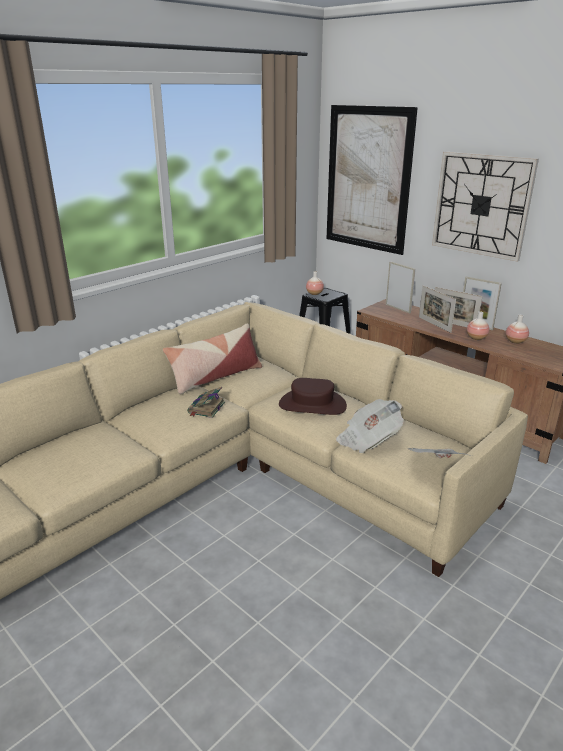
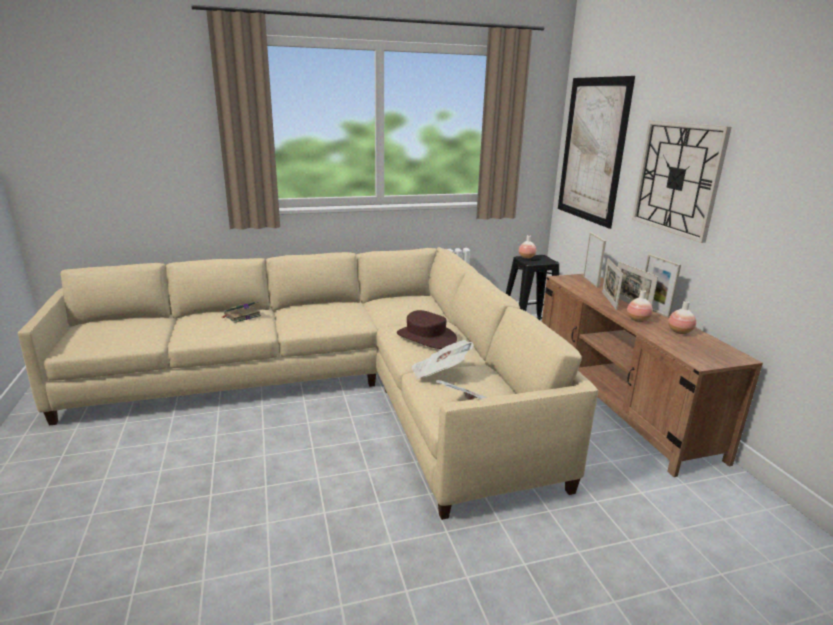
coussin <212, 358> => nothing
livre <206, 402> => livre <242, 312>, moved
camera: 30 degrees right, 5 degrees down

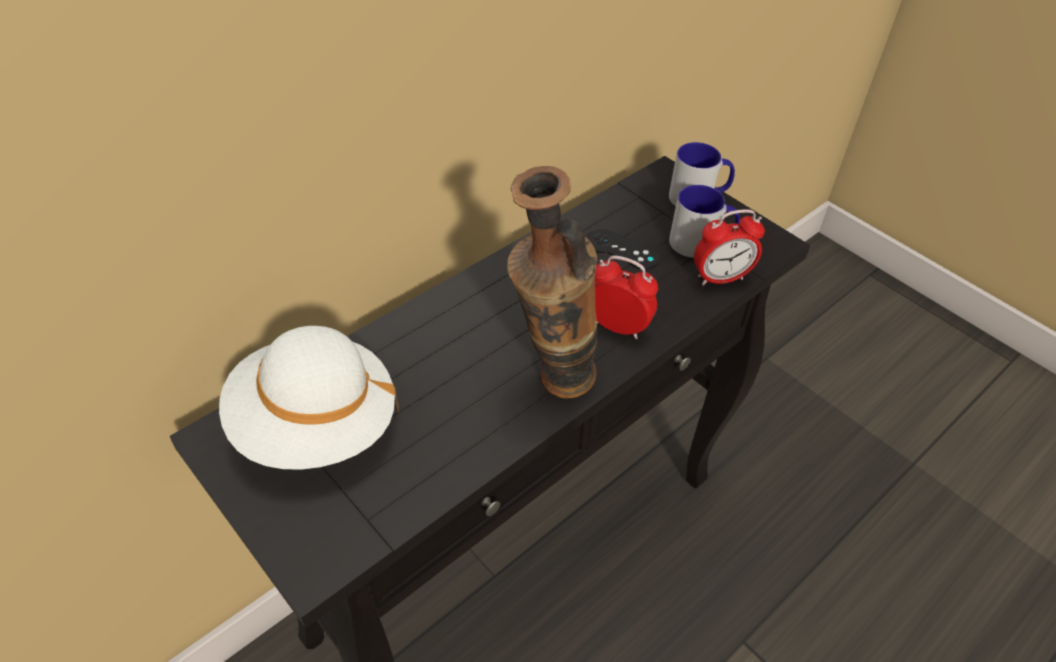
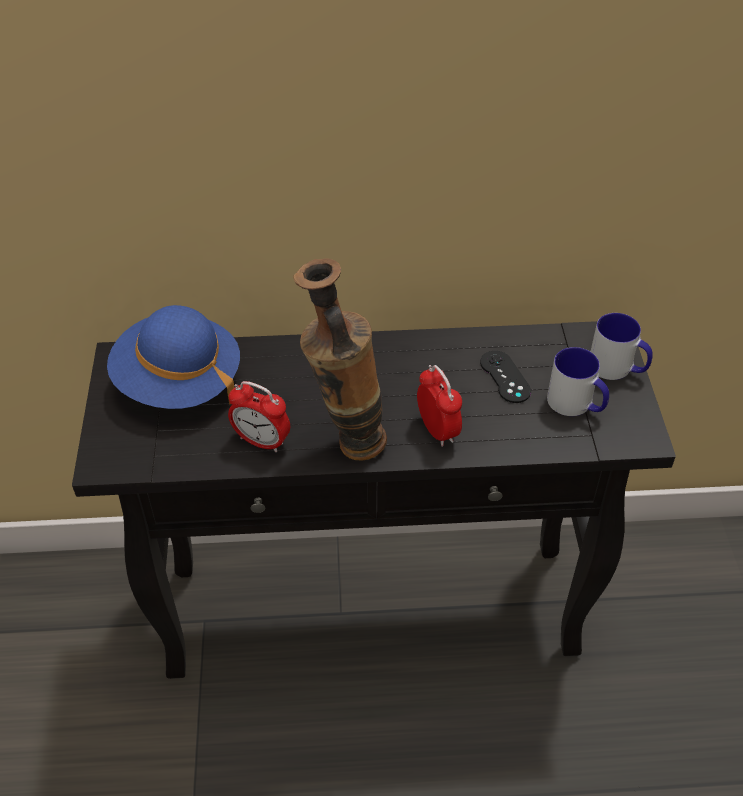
réveil <729, 247> => réveil <259, 416>, moved
chapeau [blanc] <309, 398> => chapeau [bleu] <173, 357>
camera: 40 degrees right, 0 degrees up

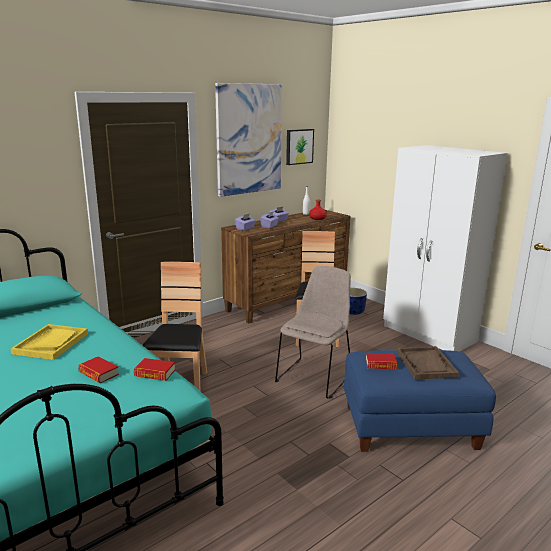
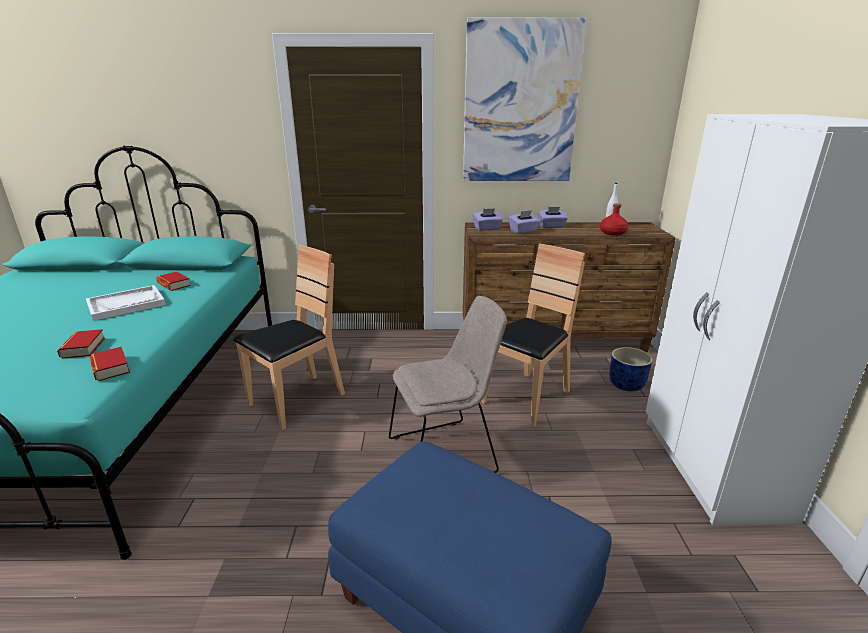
tableau <300, 147> => nothing
plateau [jaune] <49, 342> => plateau [blanc] <126, 303>
plateau [marron] <427, 363> => nothing
livre <381, 361> => livre <173, 281>, moved
camera: 40 degrees right, 5 degrees up

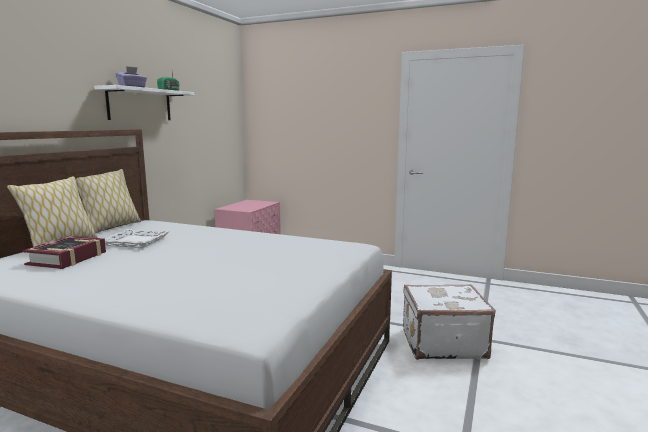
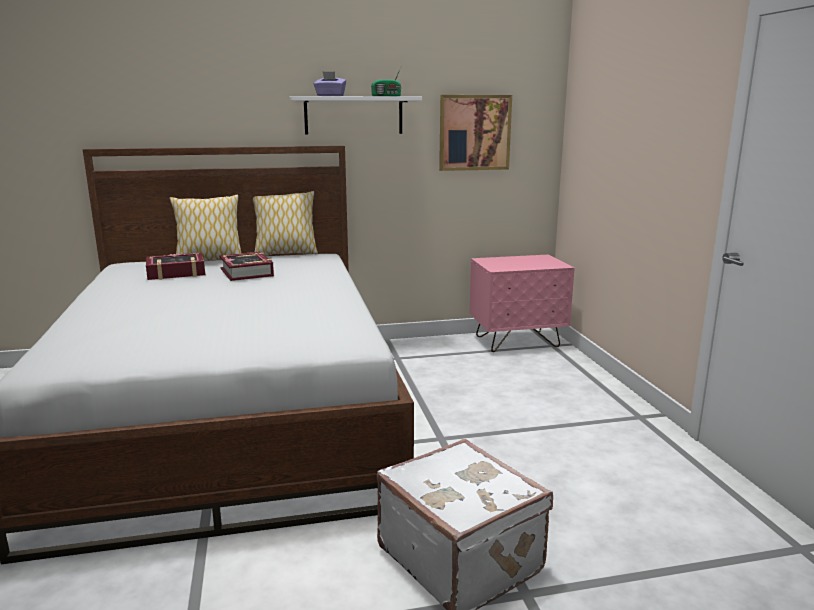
plateau [blanc] <137, 238> => livre <246, 266>
nothing => tableau <475, 133>
camera: 55 degrees right, 5 degrees up

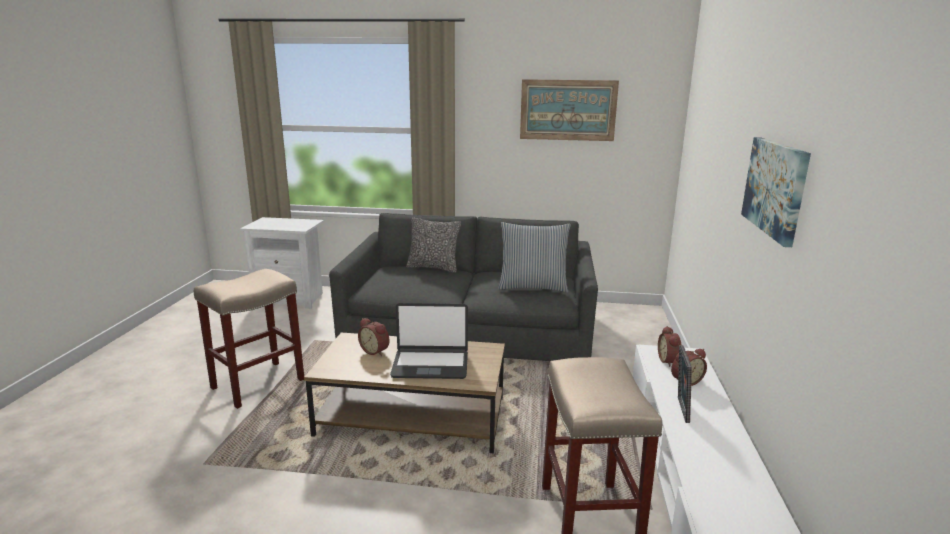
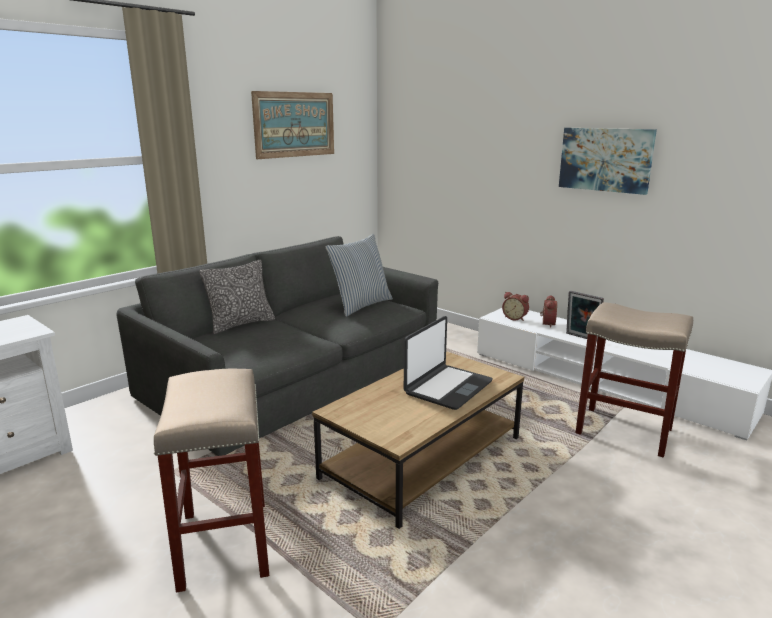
réveil <374, 337> => nothing
camera: 55 degrees left, 0 degrees up

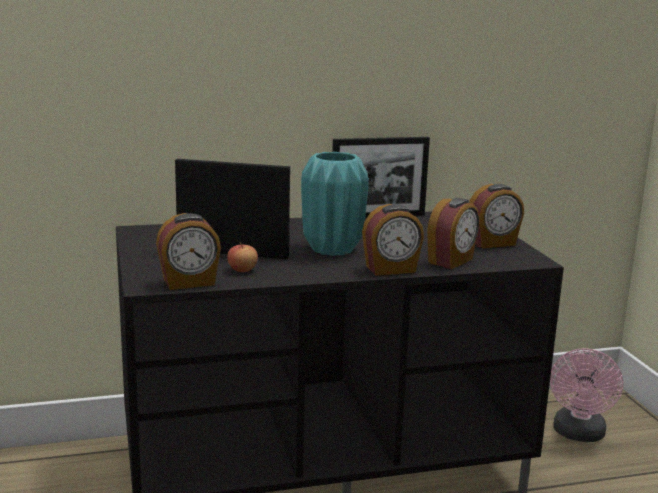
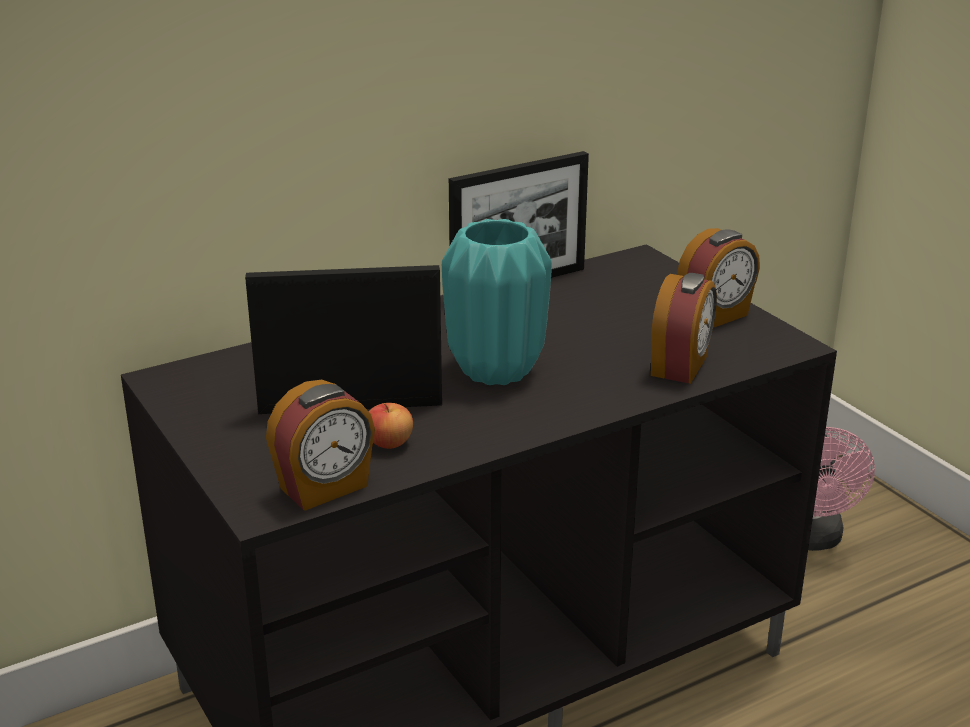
réveil <393, 240> => nothing
camera: 15 degrees left, 10 degrees up

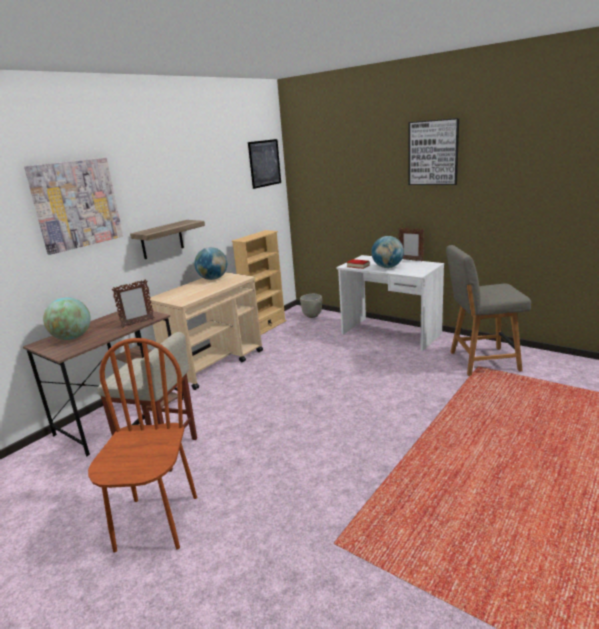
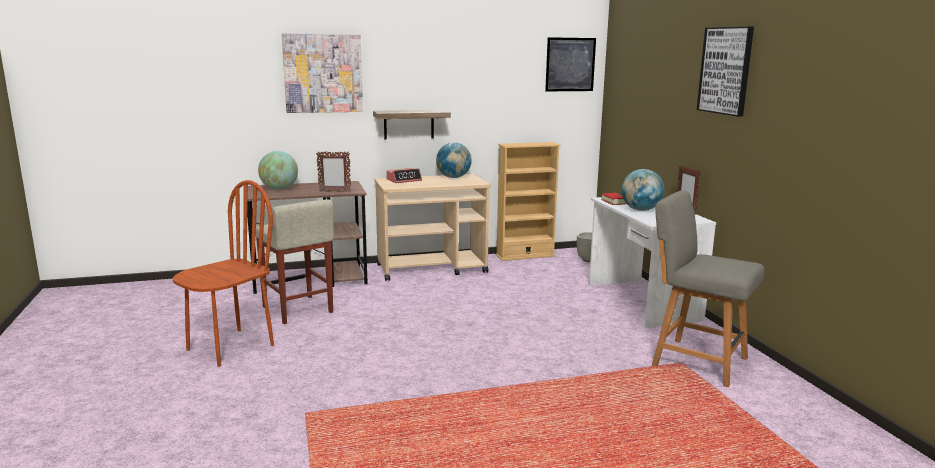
nothing => réveil <404, 175>
camera: 35 degrees right, 5 degrees down

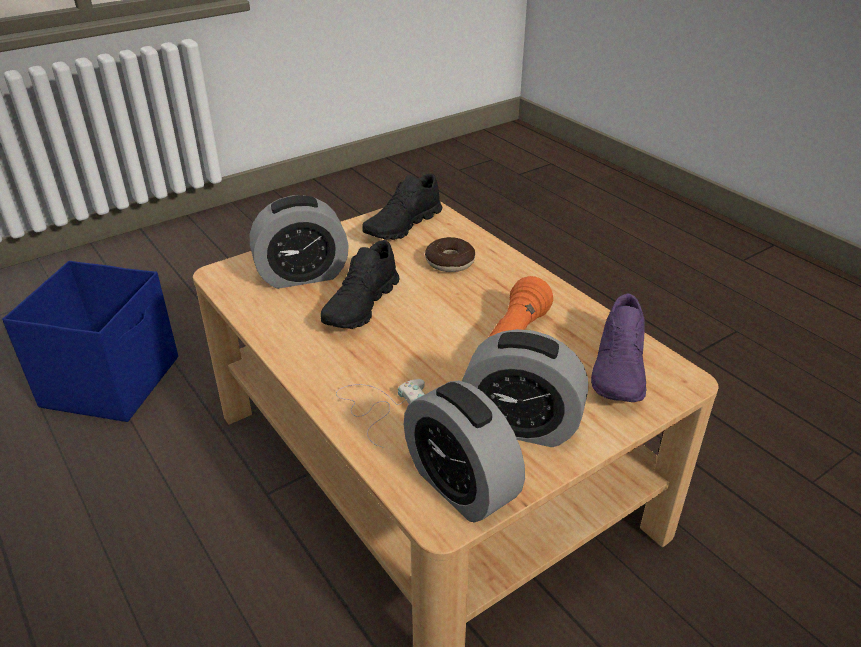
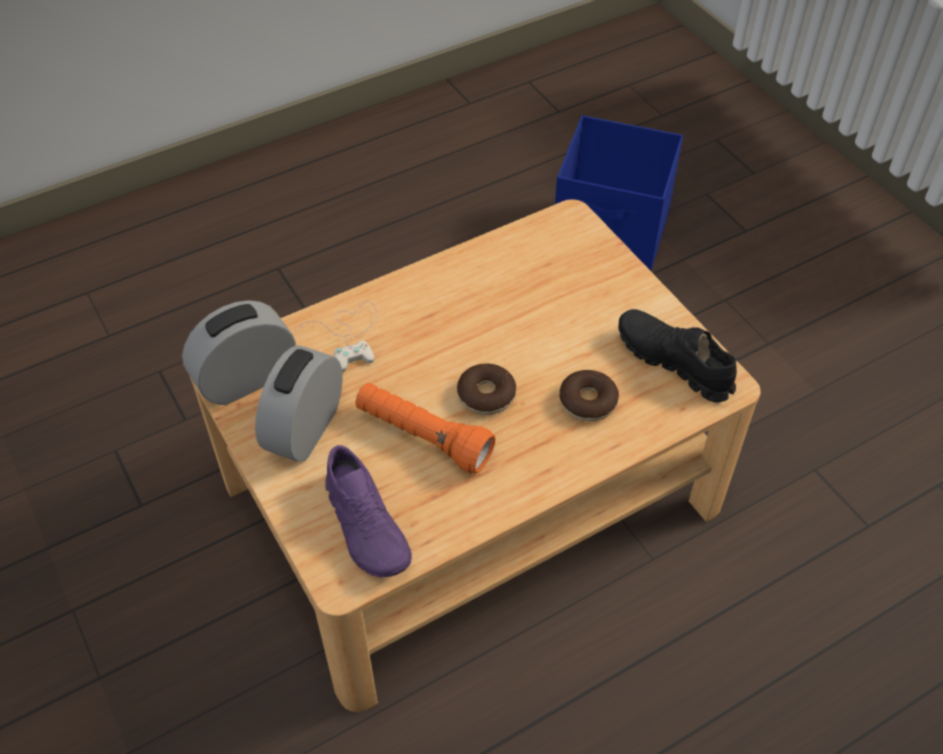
réveil <299, 242> => nothing
chaussure [noir] <360, 284> => nothing
chaussure [violet] <618, 347> => chaussure [violet] <368, 511>, 135 degrees counterclockwise
nothing => beignet <486, 389>
camera: 95 degrees right, 15 degrees up

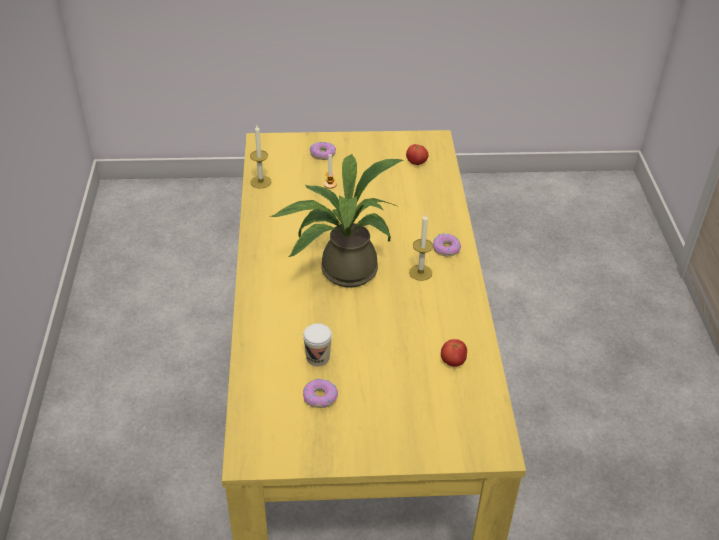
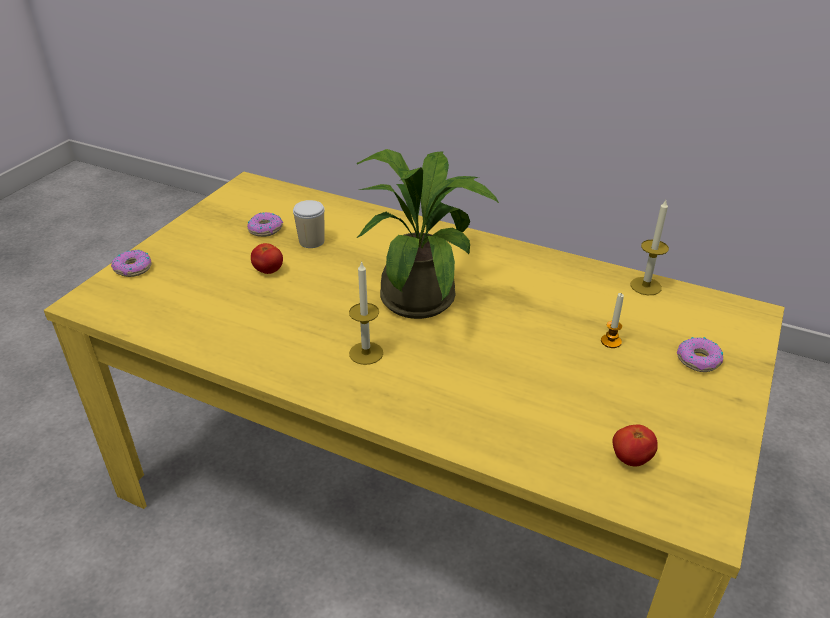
beignet <447, 244> => beignet <131, 263>, moved
tomate <454, 353> => tomate <267, 258>, moved
camera: 120 degrees right, 5 degrees down

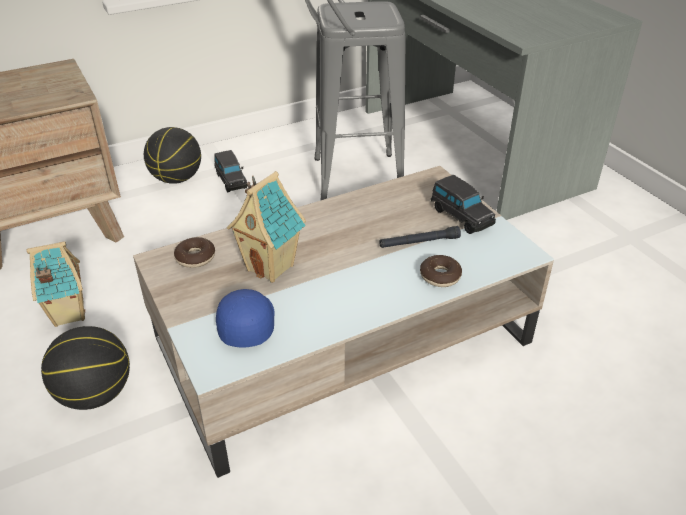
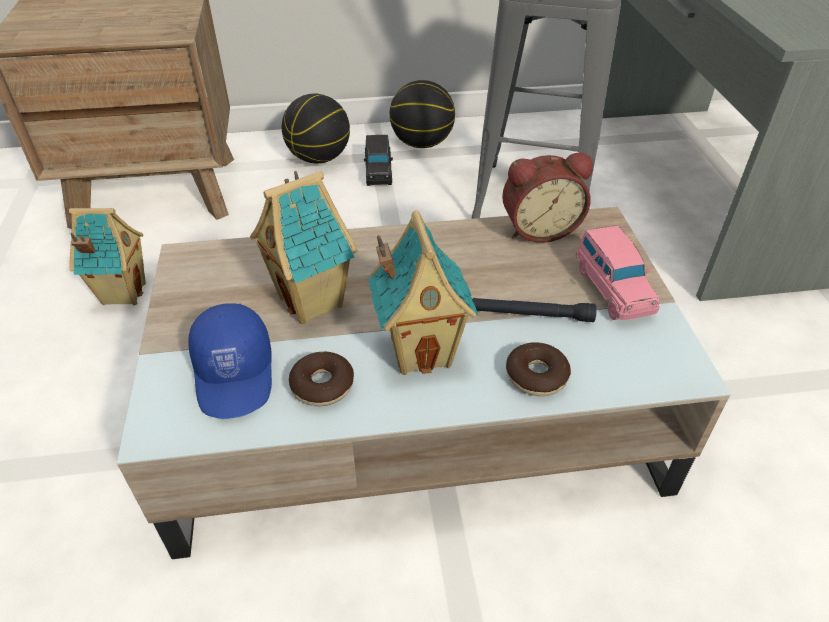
petite voiture [noir] <463, 204> => petite voiture [rose] <617, 272>
beignet <194, 252> => beignet <321, 379>, moved
casquette [bleu] <245, 318> => casquette [bleu] <230, 361>, 150 degrees clockwise
ballon de basket <85, 368> => ballon de basket <422, 114>, moved
nothing => réveil <547, 198>
nothing => maison miniature <423, 292>
camera: 20 degrees right, 5 degrees up

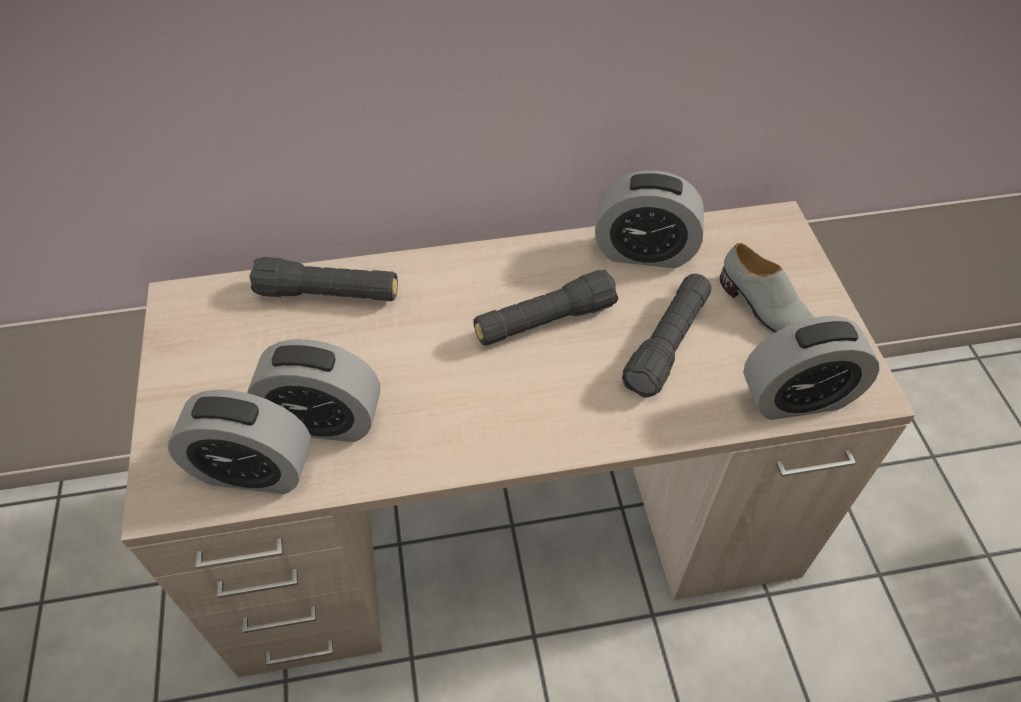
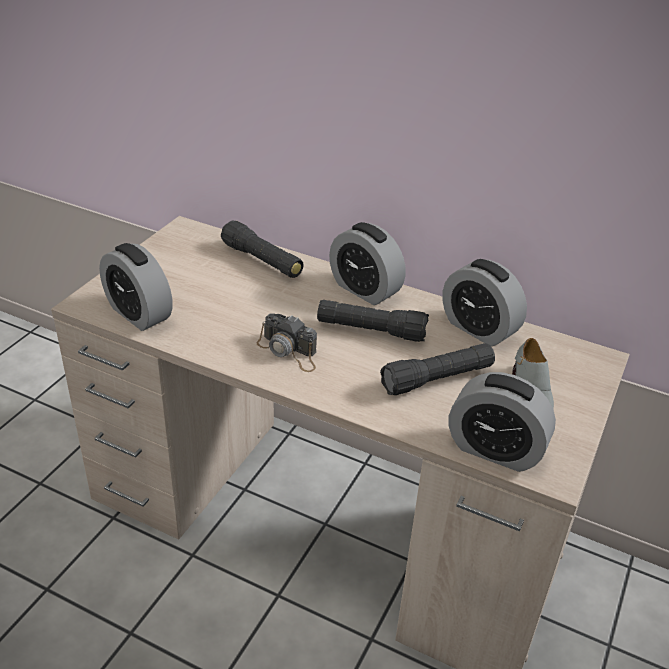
réveil <313, 390> => réveil <367, 263>, moved
nothing => appareil photo <287, 343>
camera: 35 degrees right, 15 degrees down

